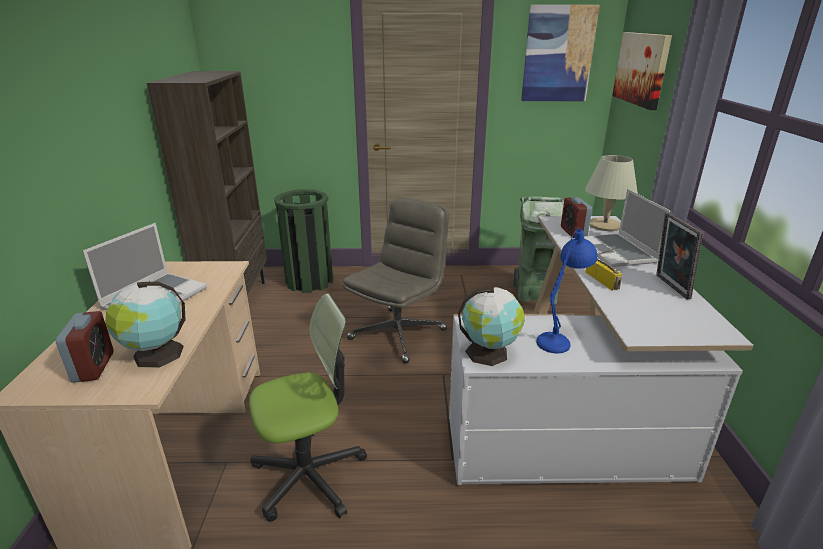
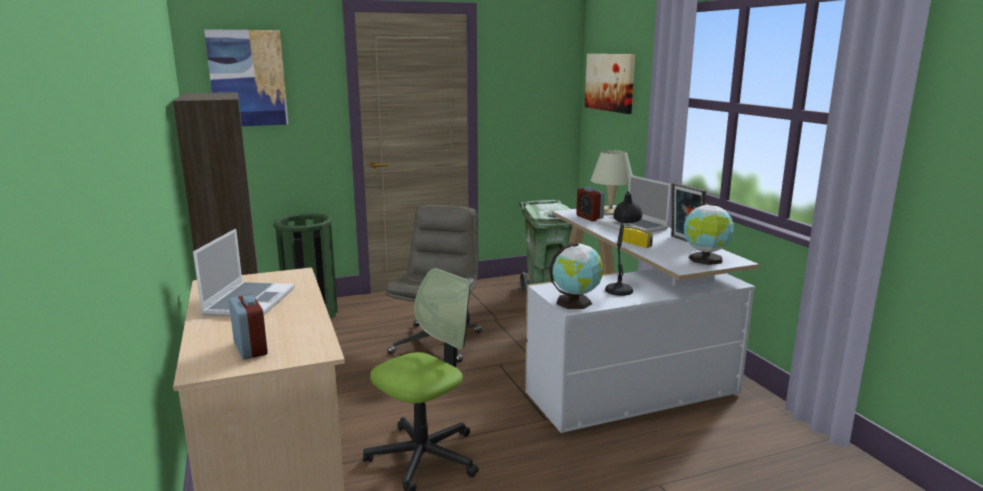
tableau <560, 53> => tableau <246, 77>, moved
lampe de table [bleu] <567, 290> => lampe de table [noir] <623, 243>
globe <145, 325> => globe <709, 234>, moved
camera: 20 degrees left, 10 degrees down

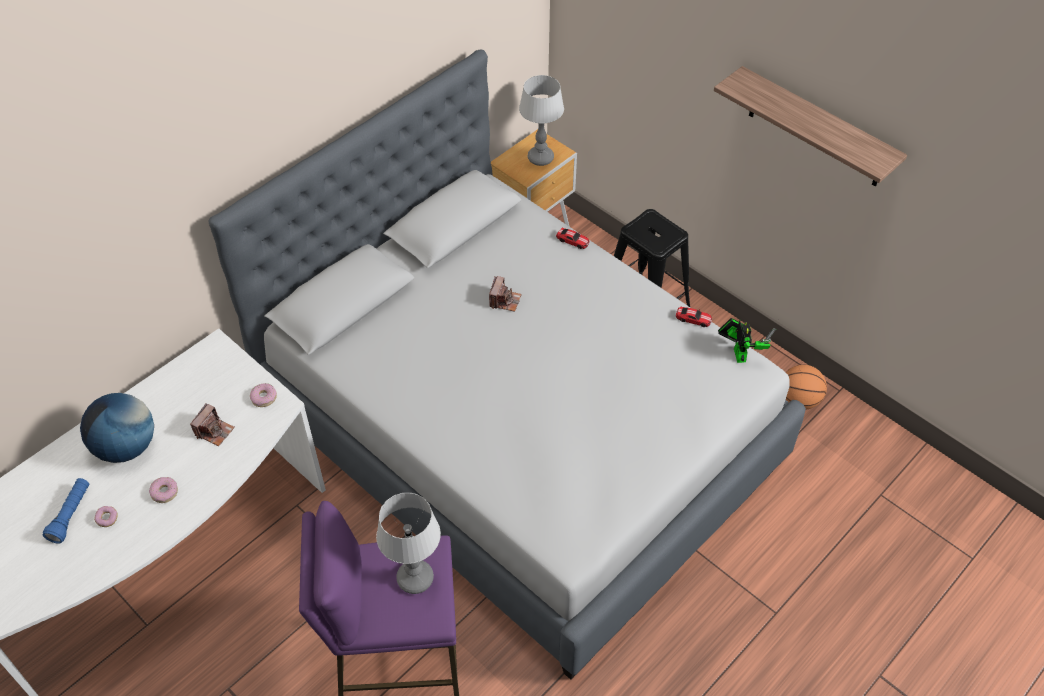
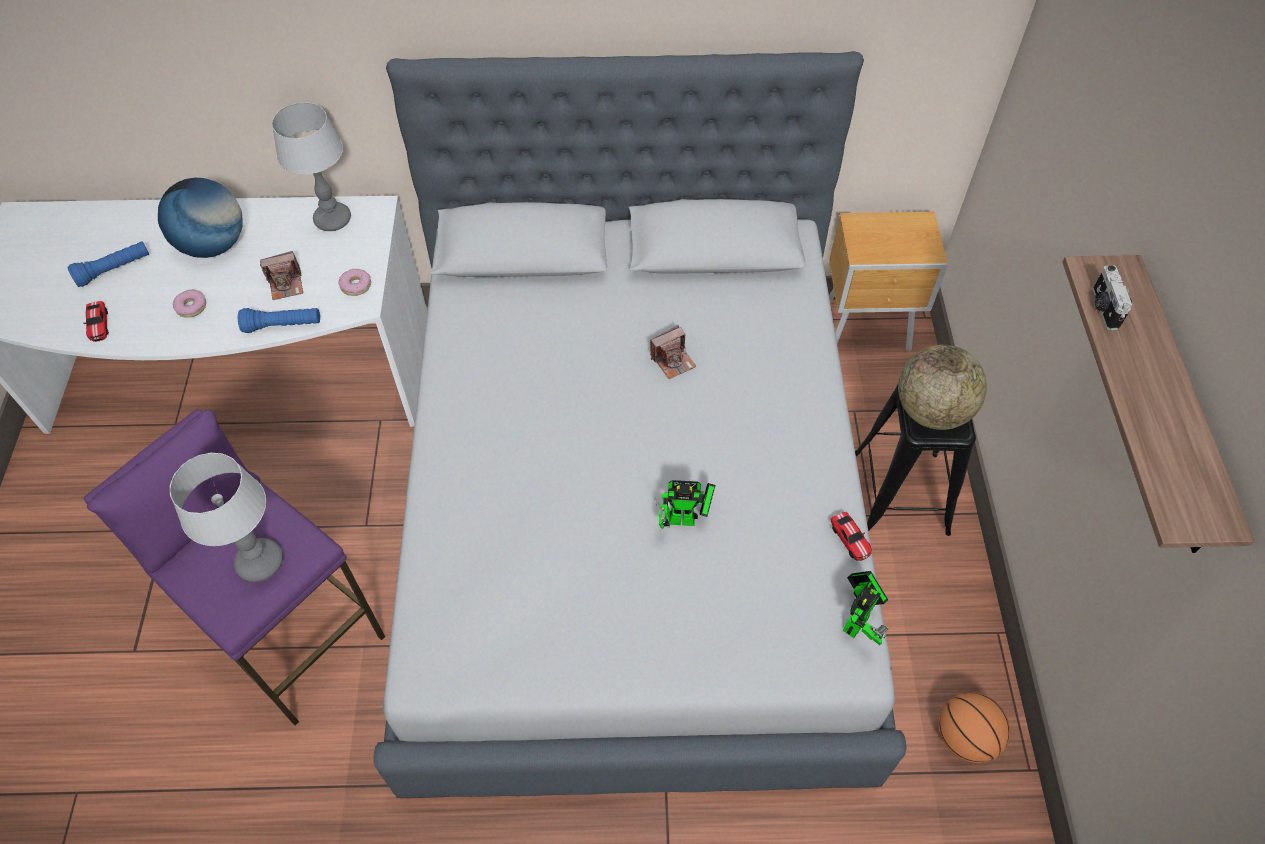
lampe de table <541, 120> => lampe de table <311, 166>, moved
petite voiture <572, 238> => petite voiture <96, 321>, moved
beignet <106, 516> => nothing
nothing => appareil photo <1112, 297>
nothing => lampe de poche [bleu] <279, 320>
nothing => globe <942, 387>
nothing => robot jouet <684, 504>
camera: 45 degrees right, 5 degrees up

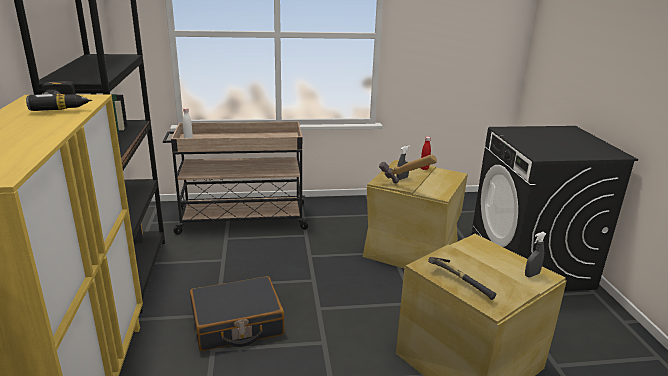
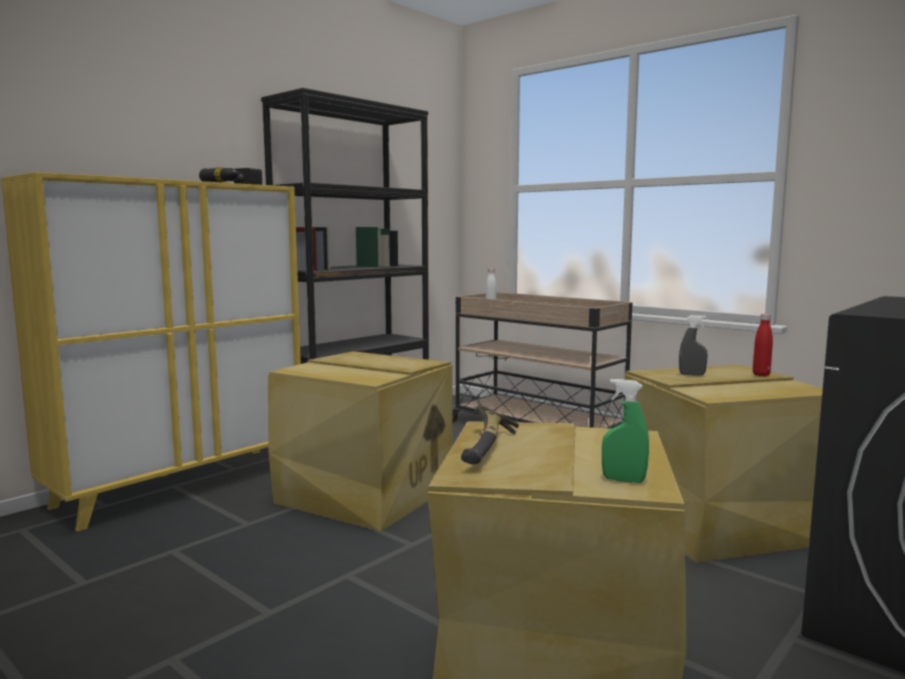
marteau <408, 168> => nothing
vaporisateur [gris] <535, 255> => vaporisateur [vert] <625, 431>
valise [noir] <237, 313> => boîte de rangement [beige] <360, 441>
camera: 50 degrees right, 15 degrees down

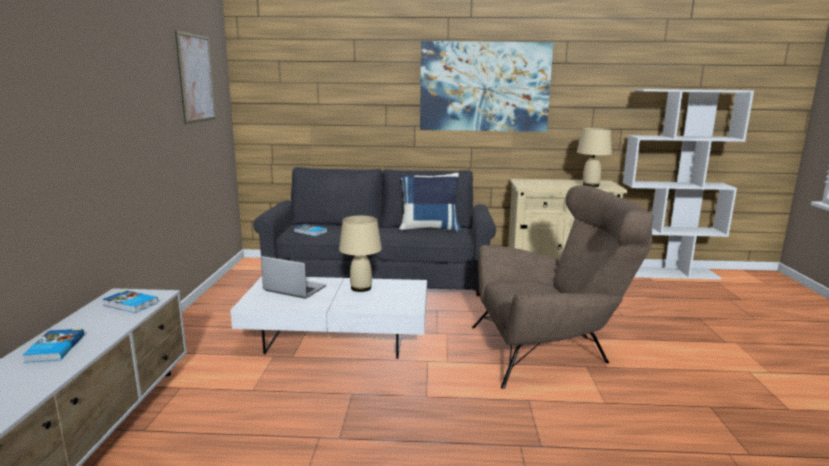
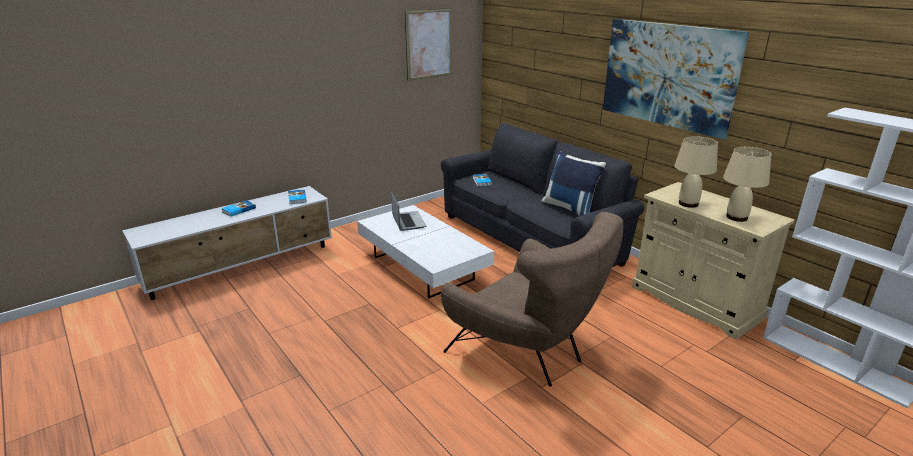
lampe de table [beige] <360, 254> => lampe de table [beige] <696, 172>, moved
camera: 50 degrees right, 10 degrees up

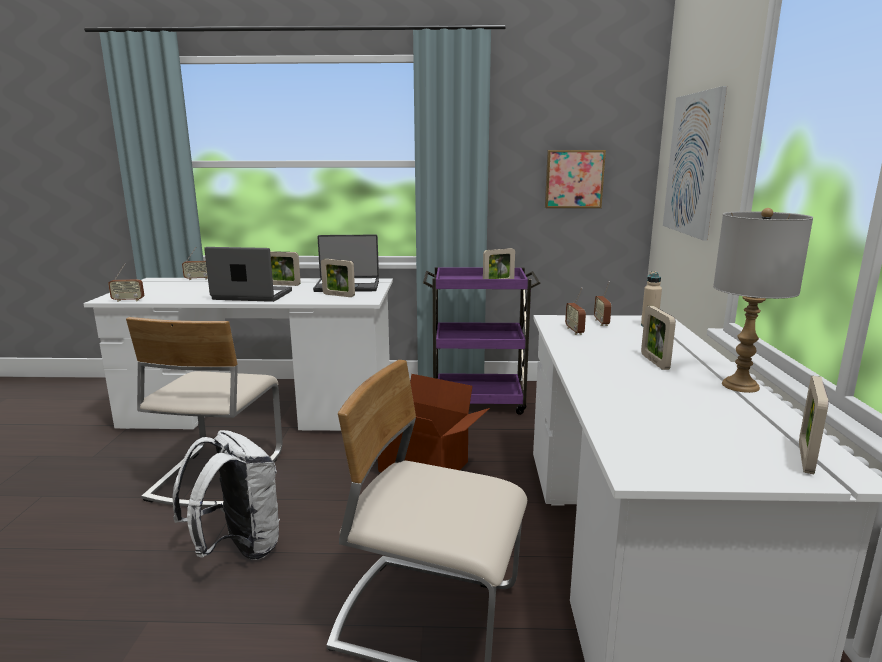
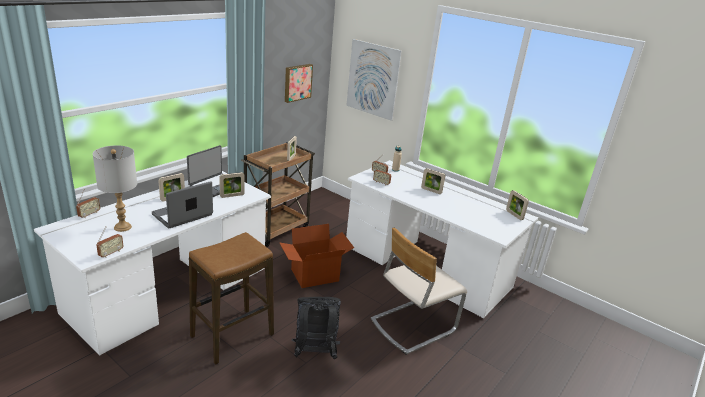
lampe de table [gris] <763, 300> => lampe de table [gris] <115, 188>, moved
chariot [violet] <482, 341> => chariot [marron] <278, 194>
chaise [beige] <204, 412> => tabouret <231, 298>
sac à dos [blanc] <226, 495> => sac à dos [noir] <316, 328>
camera: 55 degrees left, 10 degrees up

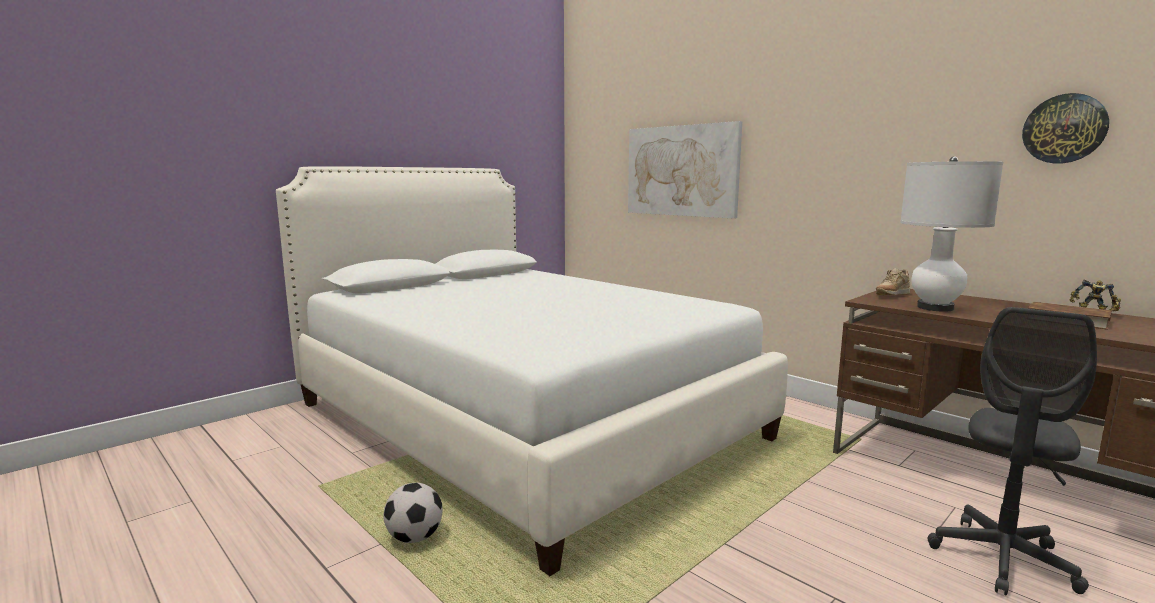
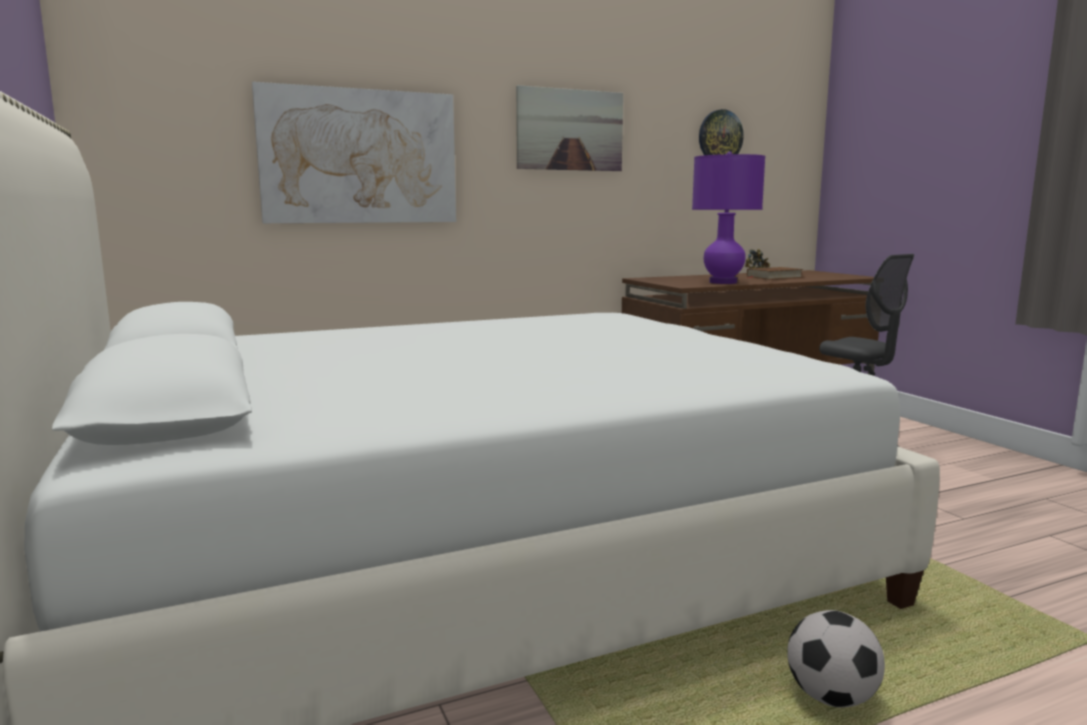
lampe de table [blanc] <951, 234> => lampe de table [violet] <728, 218>
chaussure [beige] <893, 282> => nothing
nothing => tableau <569, 128>
camera: 70 degrees left, 0 degrees up

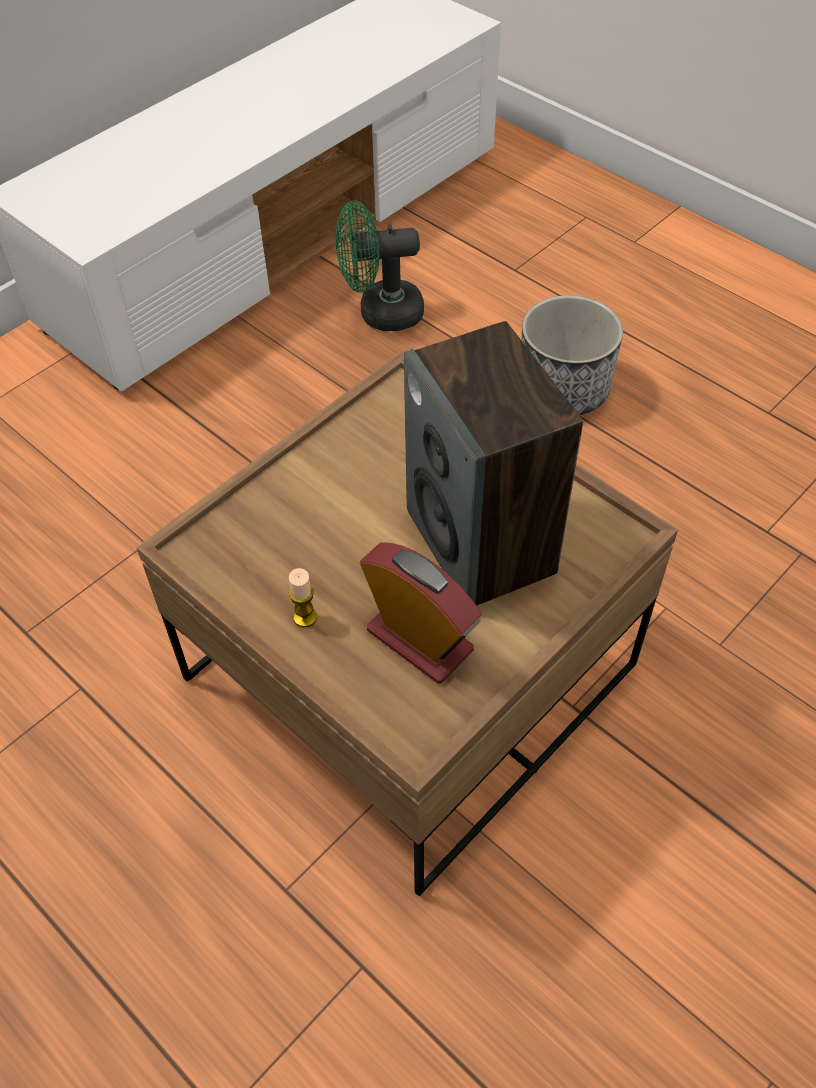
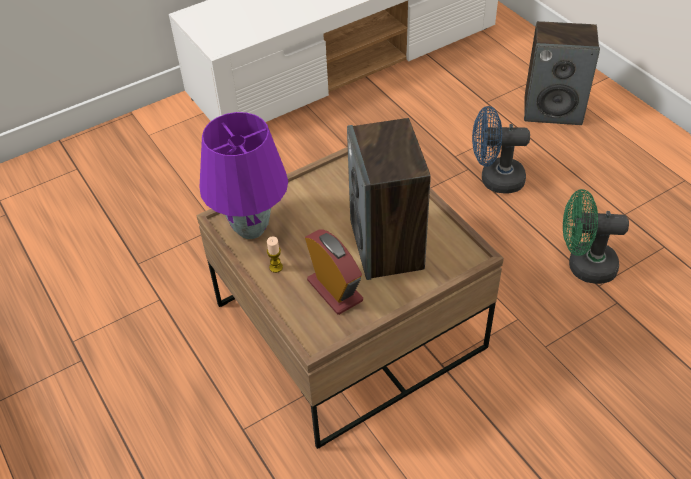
ventilateur [vert] <380, 266> => ventilateur [vert] <596, 236>, moved
cache-pot <572, 355> => ventilateur [bleu] <501, 150>
nothing => enceinte <562, 73>
nothing => lampe de table [violet] <243, 175>
camera: 15 degrees right, 5 degrees down

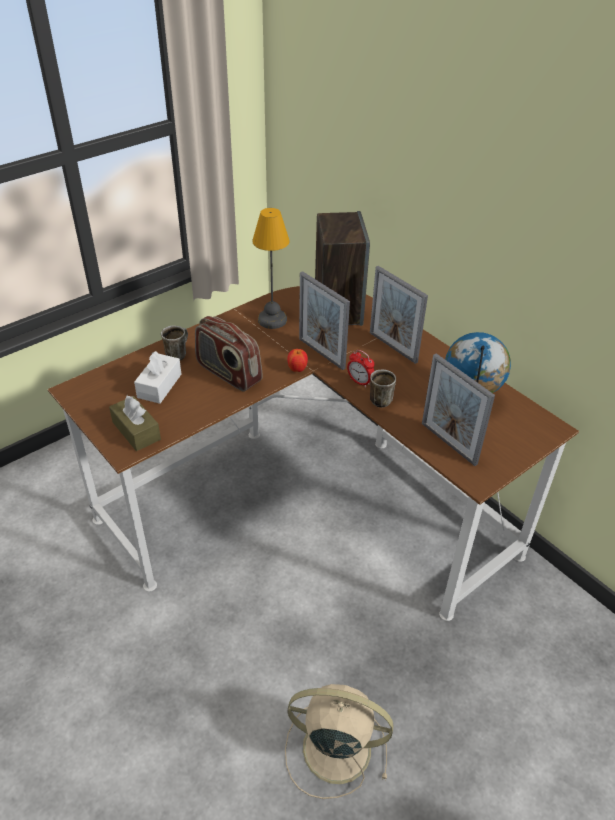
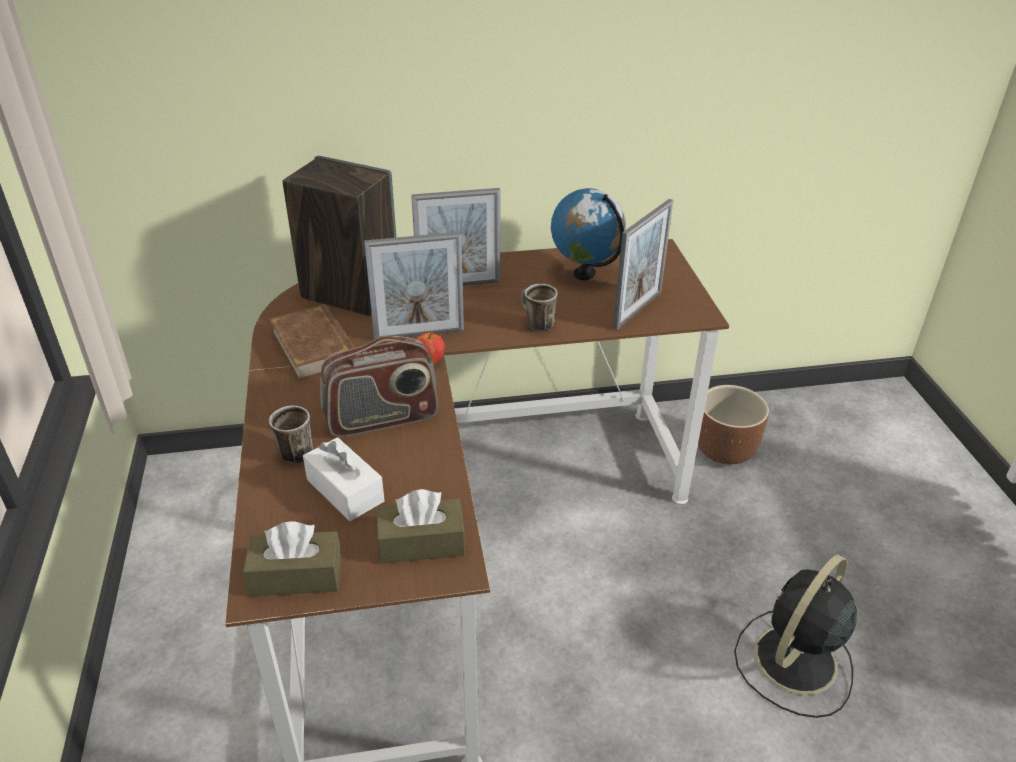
lampe de table <271, 268> => livre [marron] <312, 342>
réveil <360, 368> => nothing
cadre photo <458, 409> => cadre photo <643, 264>, 45 degrees counterclockwise
ventilateur [beige] <339, 741> => ventilateur [noir] <795, 636>
nothing => cache-pot [marron] <733, 424>
nothing => boîte à mouchoirs [marron] <292, 559>
camera: 60 degrees left, 5 degrees down

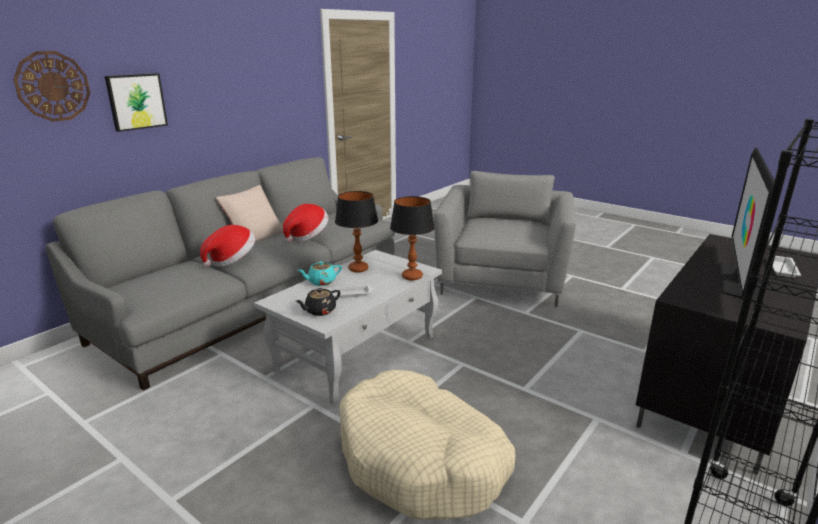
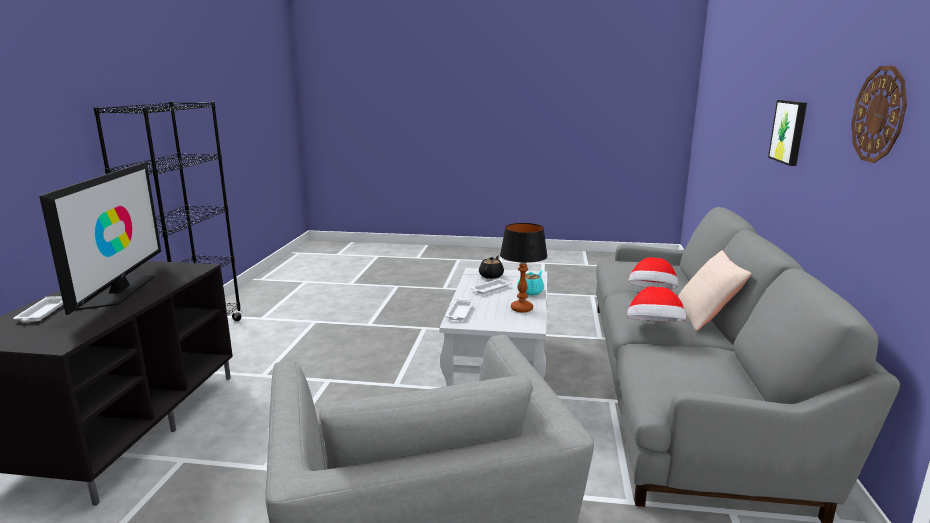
horloge murale <51, 86> => horloge murale <879, 114>, moved
lampe de table <412, 238> => plateau [blanc] <460, 310>
panier pour chien [beige] <427, 445> => nothing
camera: 150 degrees right, 5 degrees down

